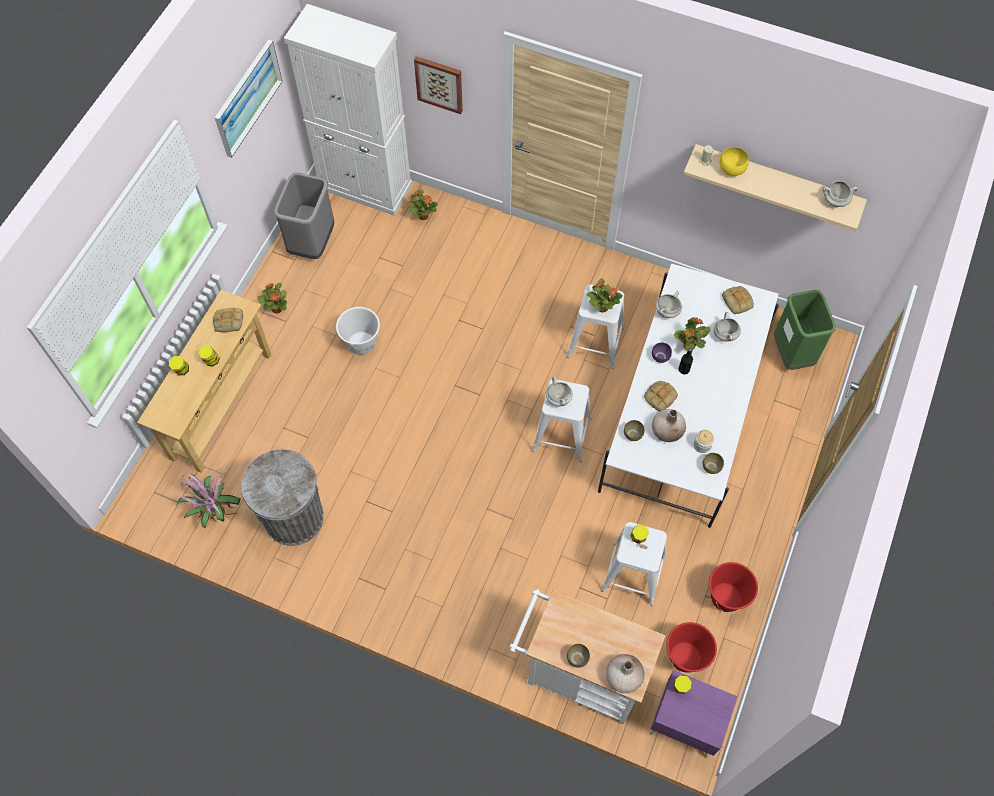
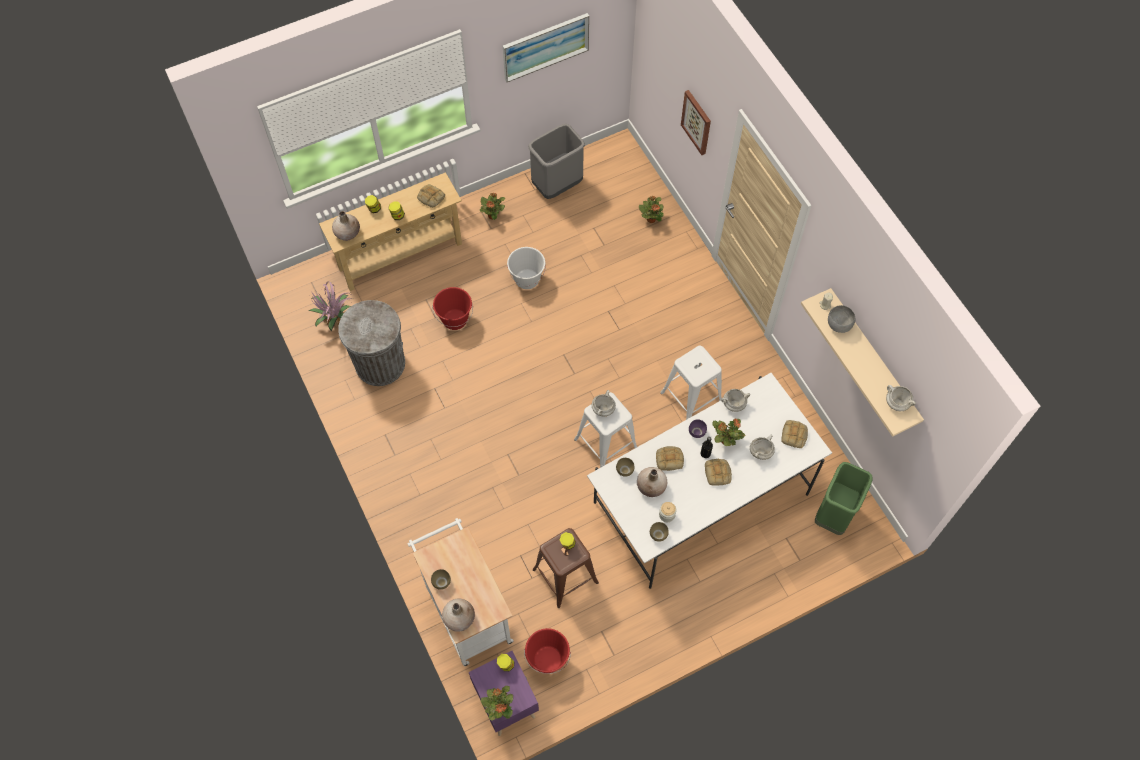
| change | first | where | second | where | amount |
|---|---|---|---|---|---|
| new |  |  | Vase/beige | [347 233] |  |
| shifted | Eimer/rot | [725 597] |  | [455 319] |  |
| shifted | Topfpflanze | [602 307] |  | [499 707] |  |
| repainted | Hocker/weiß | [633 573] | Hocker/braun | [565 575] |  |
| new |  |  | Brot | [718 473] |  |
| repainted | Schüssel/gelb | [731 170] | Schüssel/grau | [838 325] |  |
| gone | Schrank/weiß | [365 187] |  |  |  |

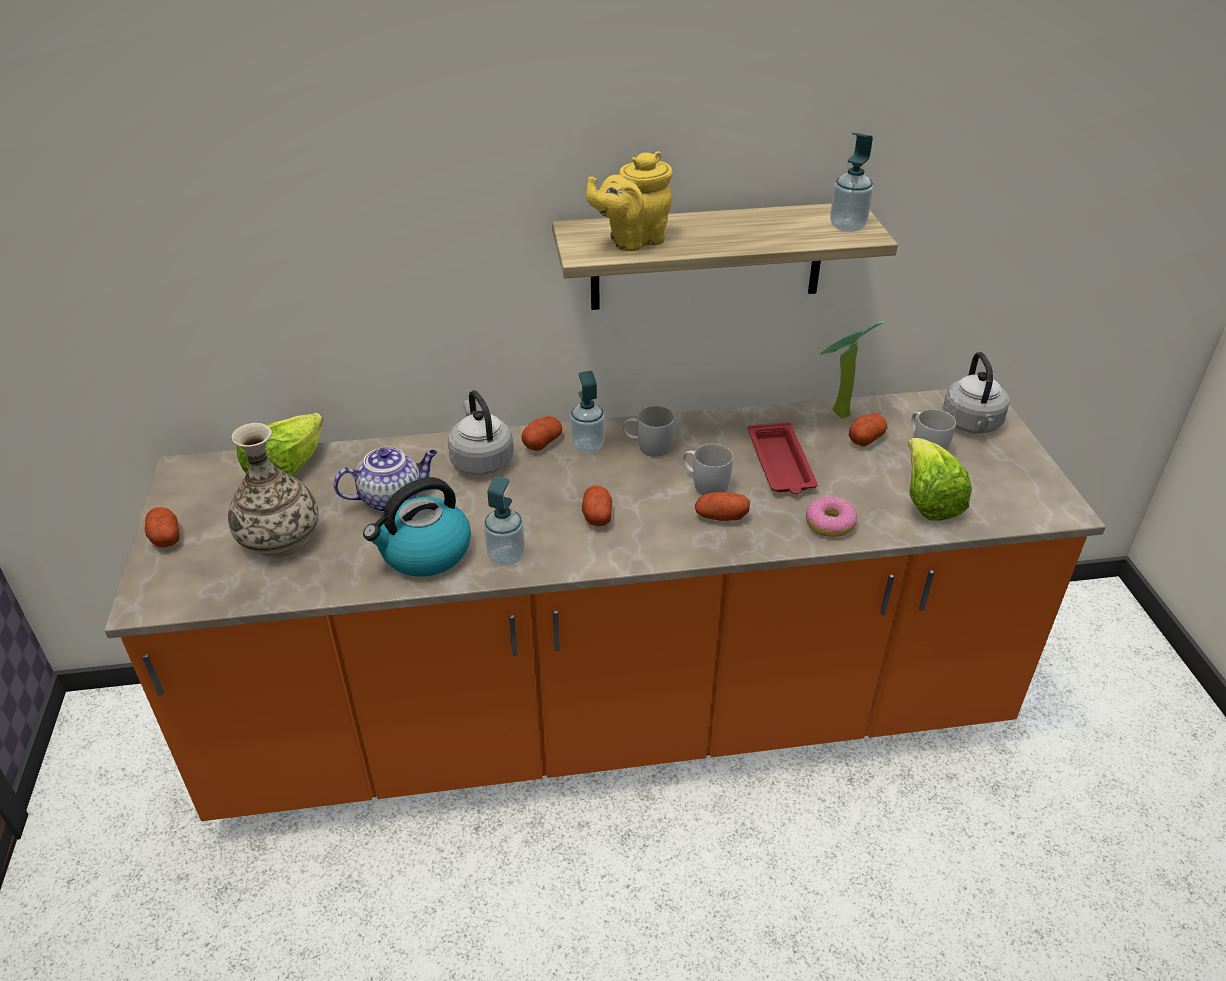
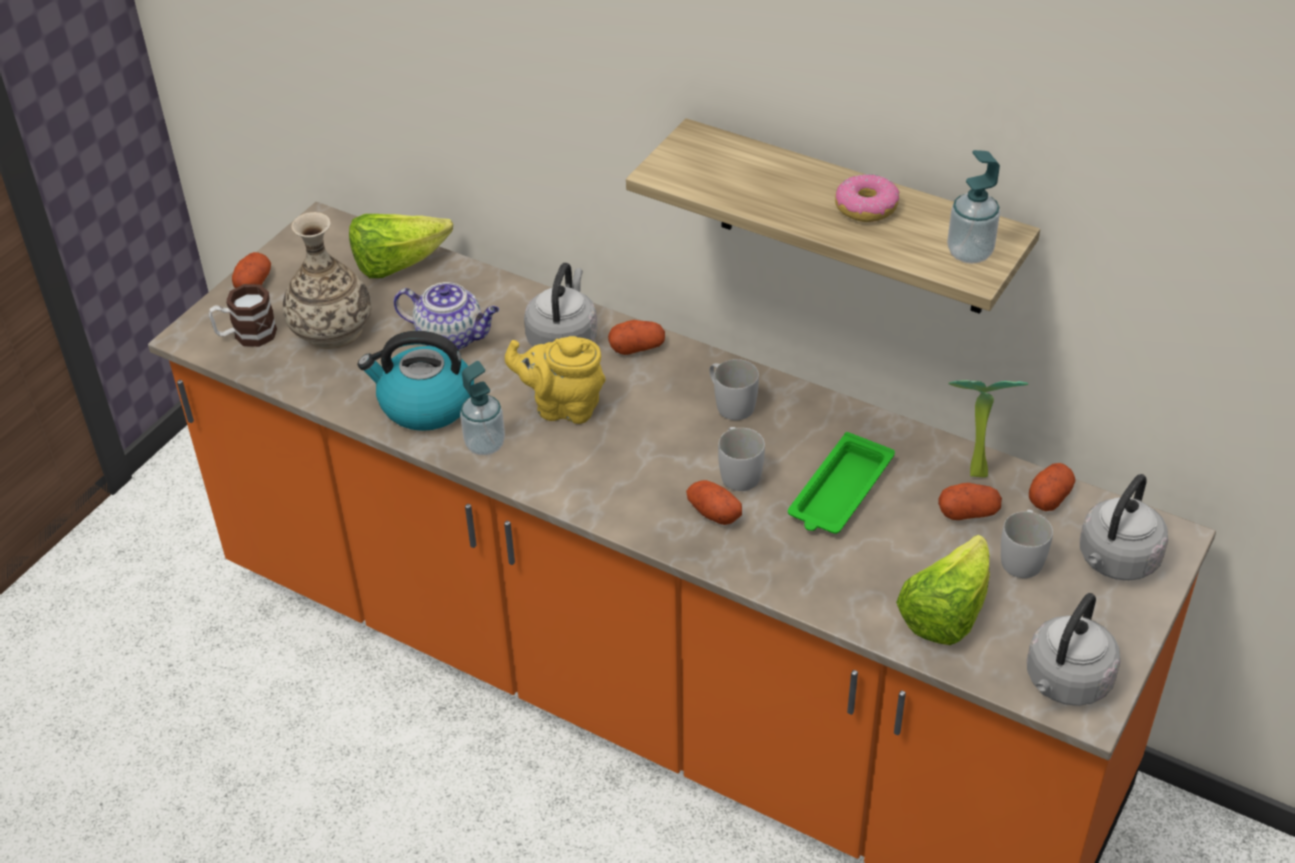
| change | first | where | second | where | amount |
|---|---|---|---|---|---|
| new |  |  | Henkelbecher | [246 335] |  |
| shifted | Teekanne/gelb | [632 241] |  | [563 407] |  |
| repainted | Tablett/rot | [781 465] | Tablett/grün | [839 492] |  |
| shifted | Donut | [829 523] |  | [866 207] |  |
| new |  |  | Wasserkessel/grau | [1065 683] |  |
| shifted | Kartoffel | [597 515] |  | [1049 497] |  |
| gone | Seifenspender | [587 446] |  |  |  |

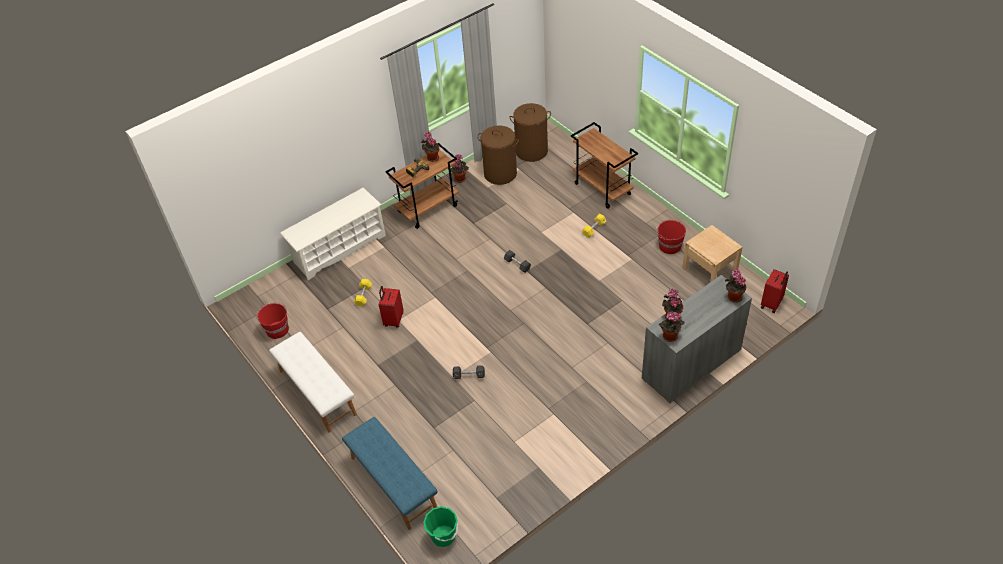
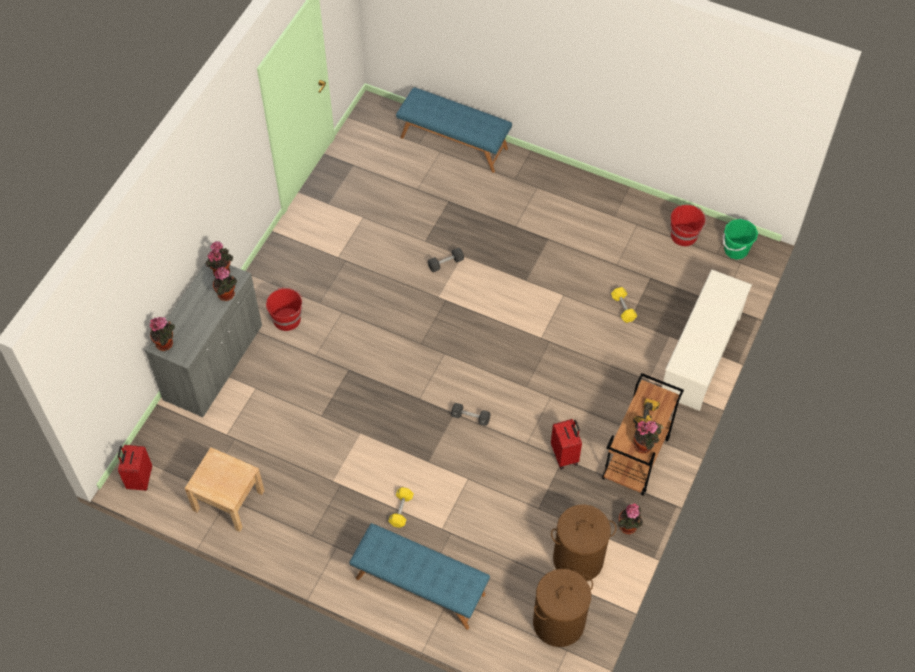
| change | first | where | second | where | amount |
|---|---|---|---|---|---|
| shifted | Eimer/rot | [669 246] |  | [287 319] |  |
| swapped | Rollwagen/braun | [603 189] | Bank/blau | [419 587] |  |
| shifted | Koffer/rot | [393 320] |  | [565 455] |  |
| shifted | Eimer/grün | [443 536] |  | [735 250] |  |
| gone | Bank/weiß | [317 392] |  |  |  |

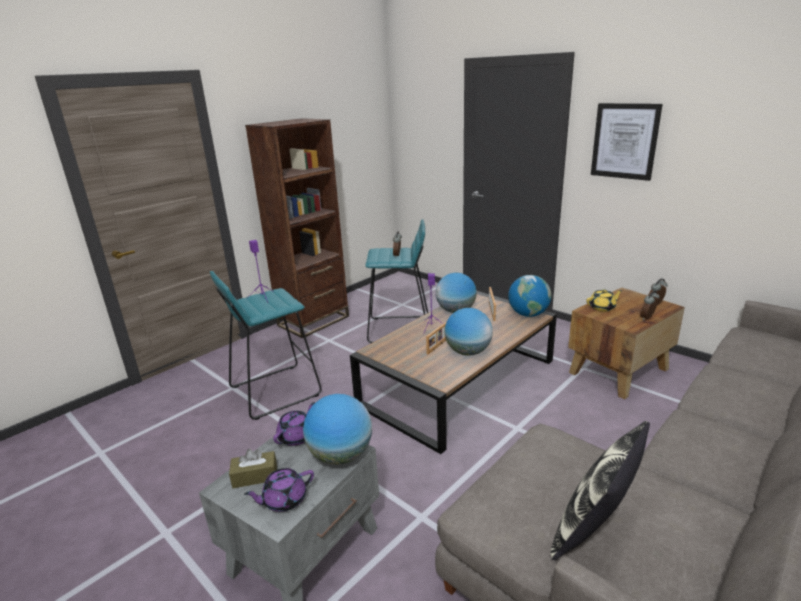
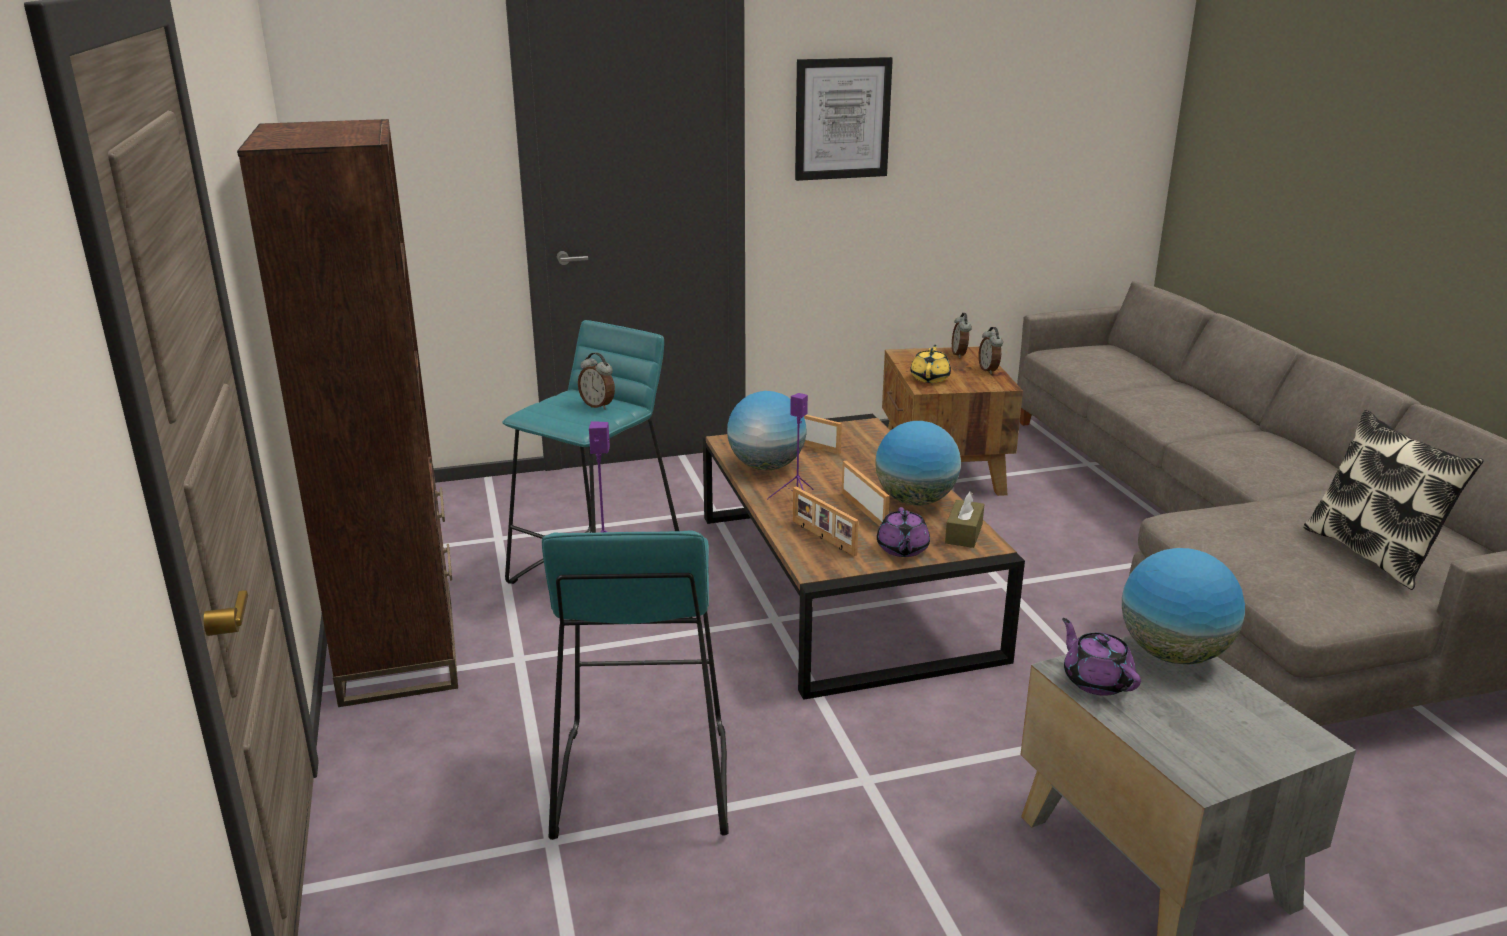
| change | first | where | second | where | amount |
|---|---|---|---|---|---|
| new |  |  | Bilderrahmen | [822 538] |  |
| shifted | Teekanne/lila | [284 500] |  | [902 549] |  |
| shifted | Taschentuchbox/braun | [255 476] |  | [964 533] |  |
| gone | Globus | [528 314] |  |  |  |

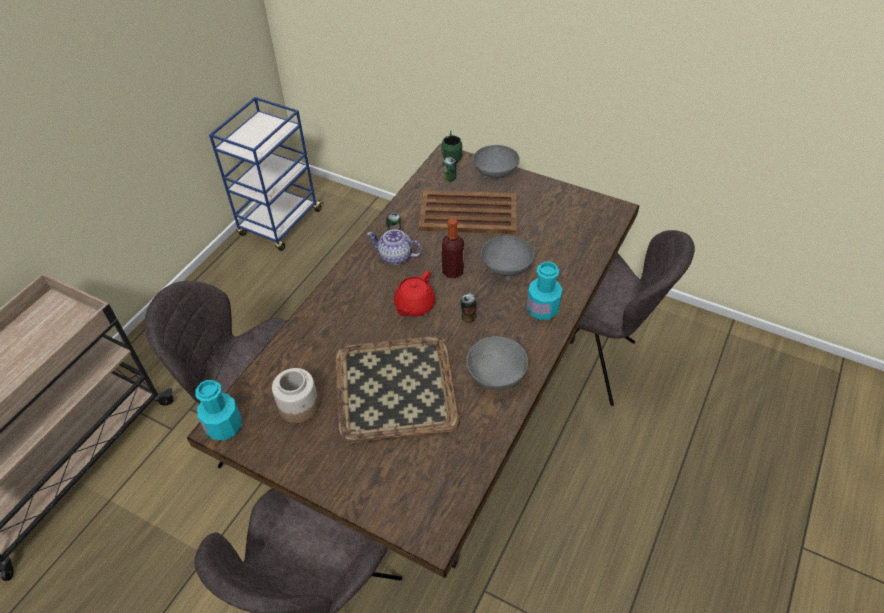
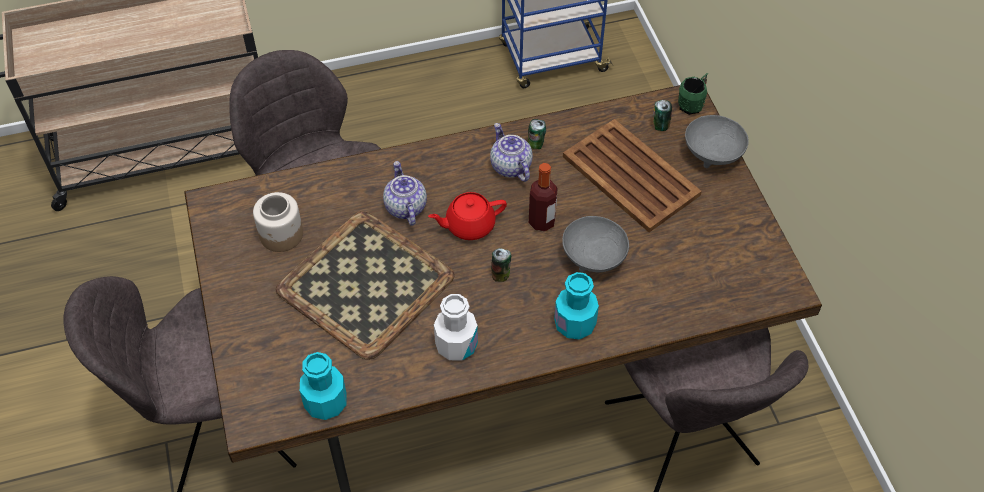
| change | first | where | second | where | amount |
|---|---|---|---|---|---|
| shifted | Flasche/türkis | [224 426] |  | [326 402] |  |
| new |  |  | Teekanne | [405 207] |  |
| swapped | Schüssel/grau | [496 375] | Flasche/weiß | [456 345] |  |

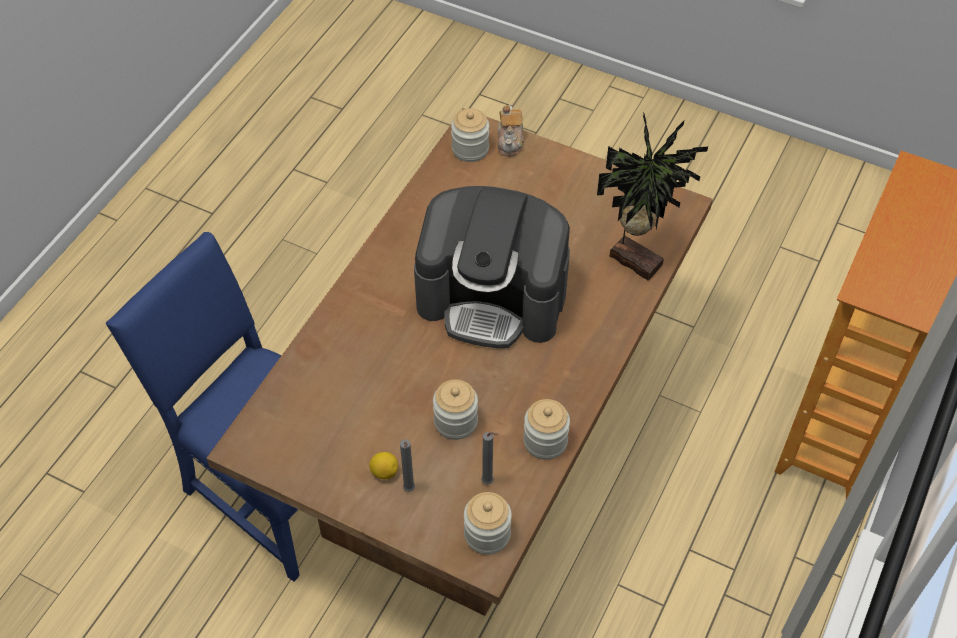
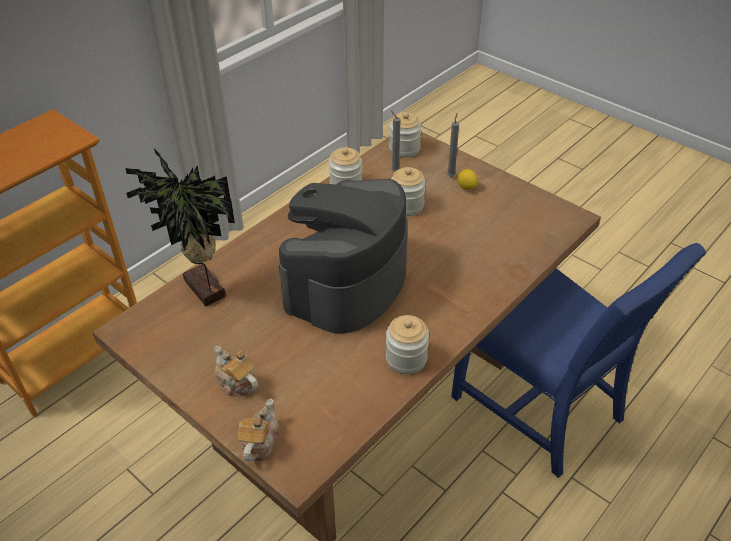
| change | first | where | second | where | amount |
|---|---|---|---|---|---|
| new |  |  | Teekanne | [236 382] |  |
| rotated | Kaffeemaschine | [493 297] |  | [346 283] | 90 degrees counterclockwise |
| shifted | Vorratsglas | [470 149] |  | [406 359] |  |

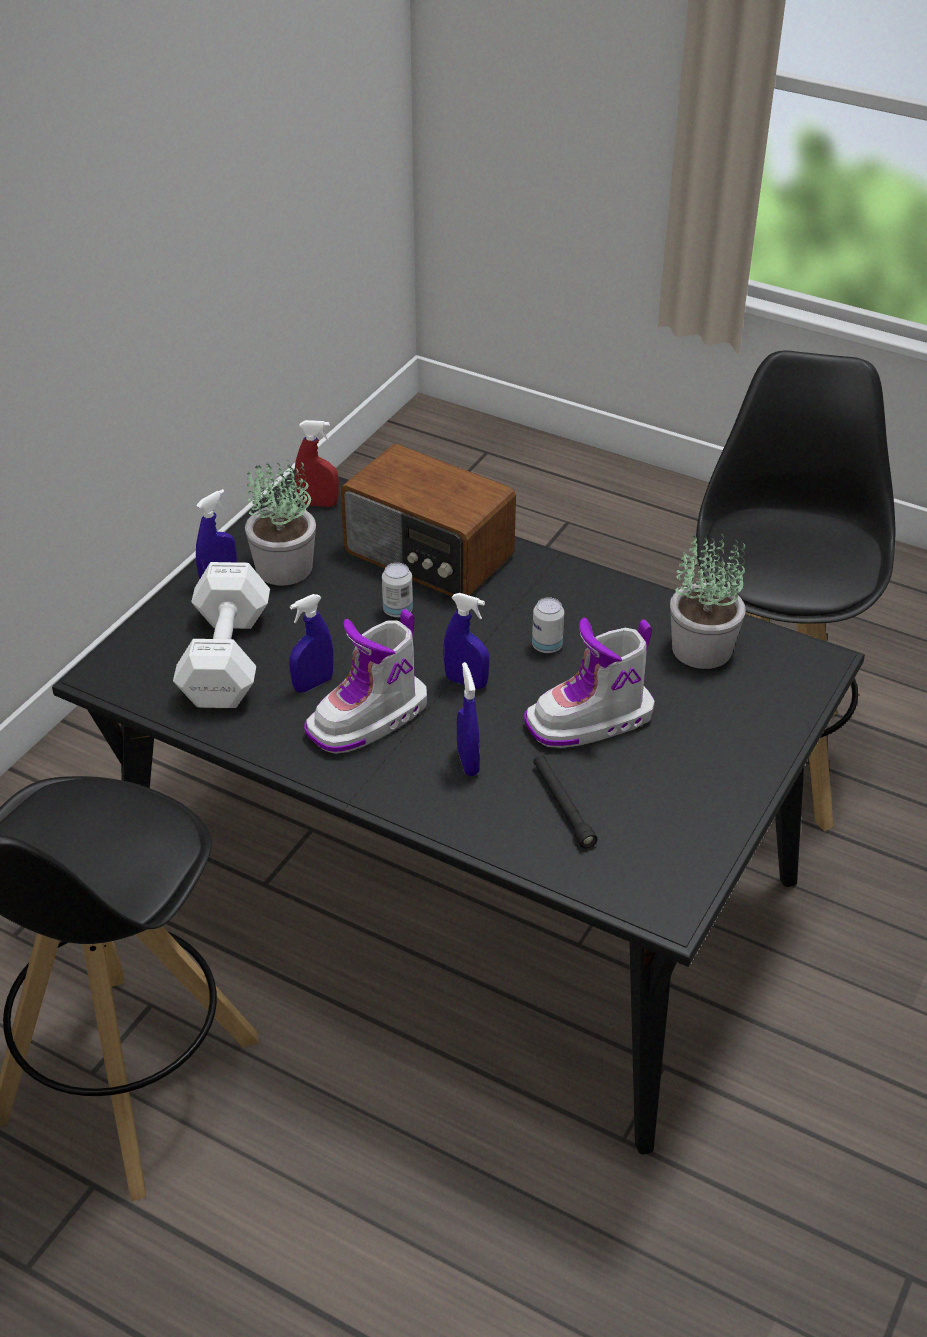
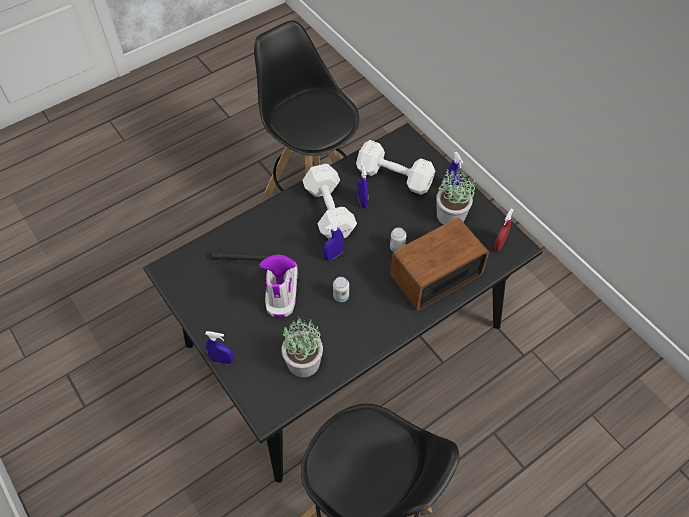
| change | first | where | second | where | amount |
|---|---|---|---|---|---|
| shifted | Sprühflasche/blau | [468 762] |  | [222 360] |  |
| swapped | Stiefel | [369 720] | Hantel/weiß | [329 212] |  |

